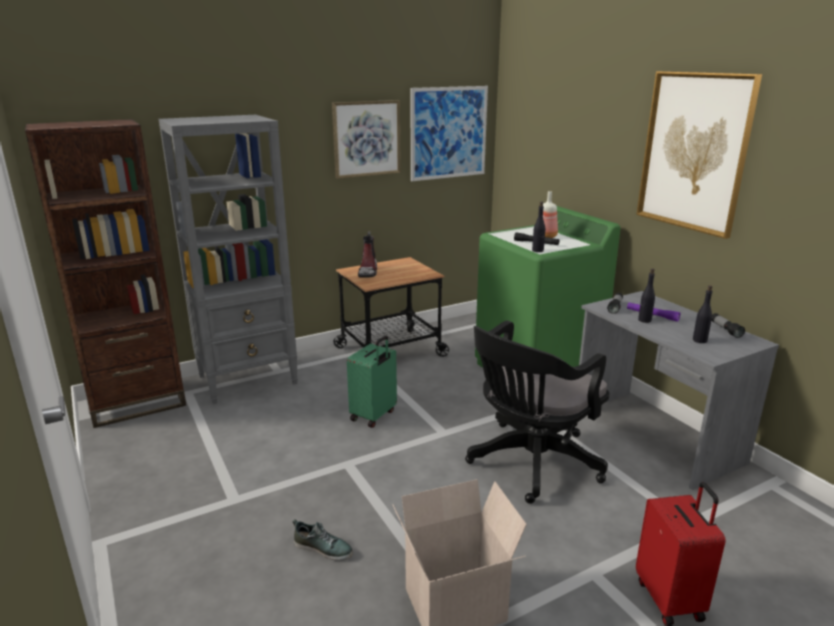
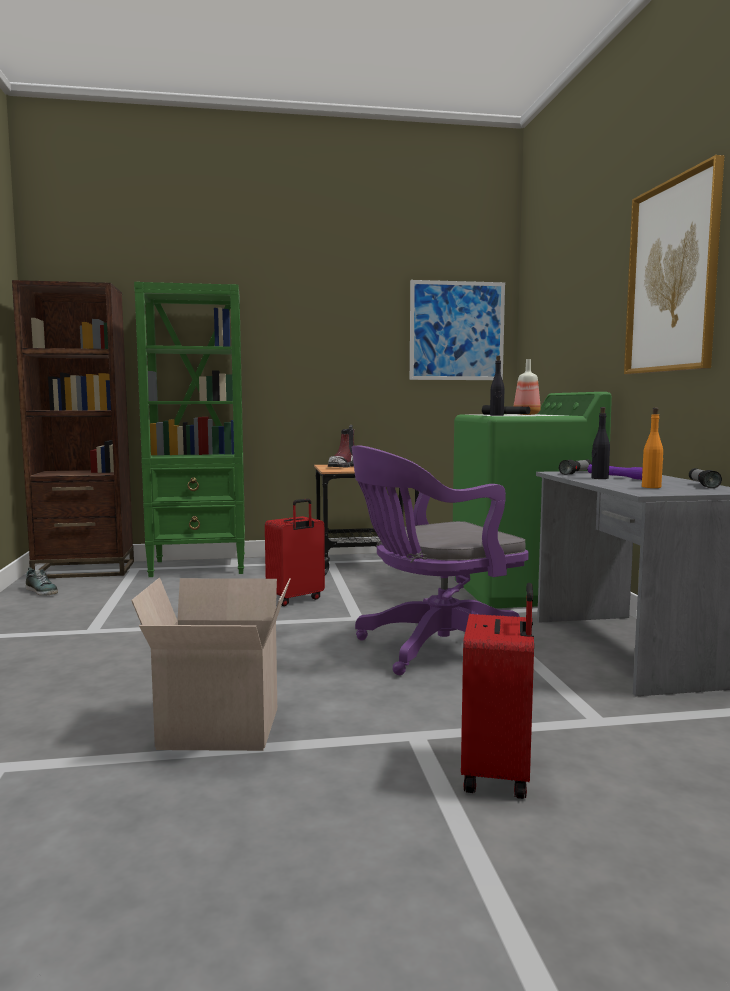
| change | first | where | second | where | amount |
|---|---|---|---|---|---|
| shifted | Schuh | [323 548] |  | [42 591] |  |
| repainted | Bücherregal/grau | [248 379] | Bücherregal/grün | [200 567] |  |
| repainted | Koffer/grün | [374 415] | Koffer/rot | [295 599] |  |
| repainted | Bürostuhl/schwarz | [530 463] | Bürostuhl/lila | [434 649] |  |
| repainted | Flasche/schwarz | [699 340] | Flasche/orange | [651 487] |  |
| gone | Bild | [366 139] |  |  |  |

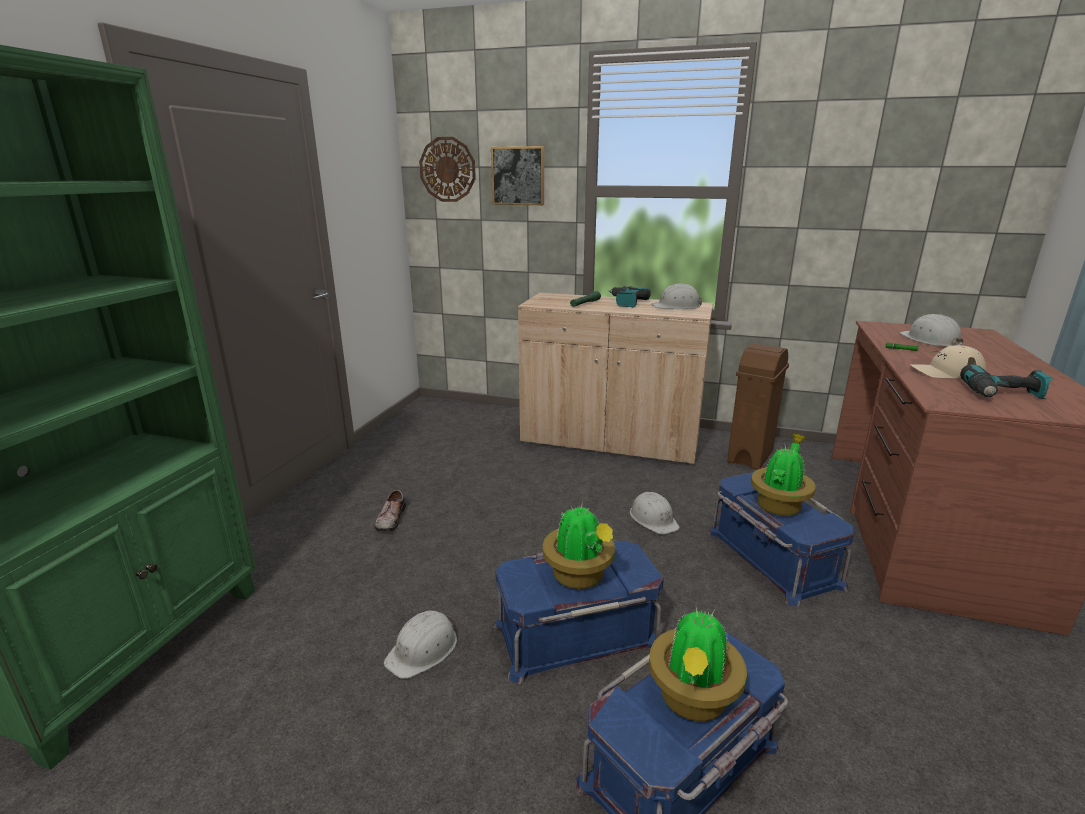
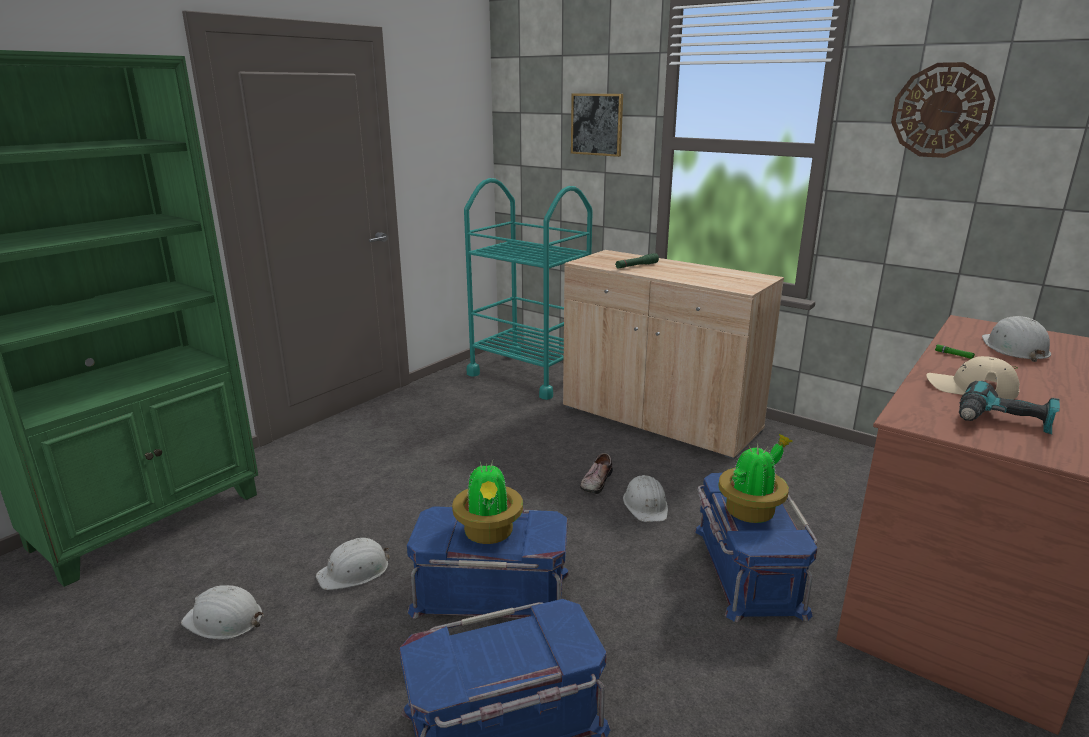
| change | first | where | second | where | amount |
|---|---|---|---|---|---|
| shifted | Schutzhelm/weiß | [677 306] |  | [224 620] |  |
| new |  |  | Rollwagen/türkis | [529 374] |  |
| shifted | Schuh | [390 519] |  | [595 481] |  |
| shifted | Wanduhr | [447 169] |  | [941 110] |  |
| gone | Bohrmaschine | [626 302] |  |  |  |
| gone | Topfpflanze | [692 699] |  |  |  |
| gone | Mülleimer/braun | [750 456] |  |  |  |

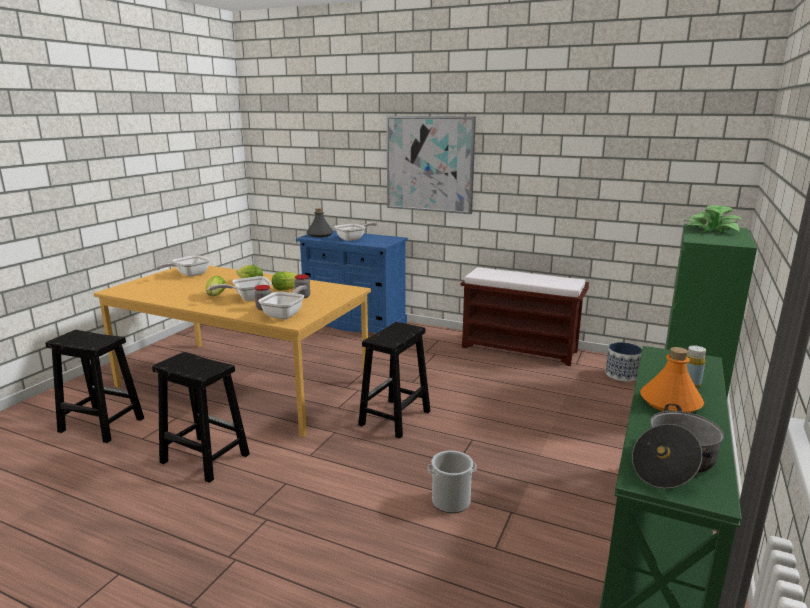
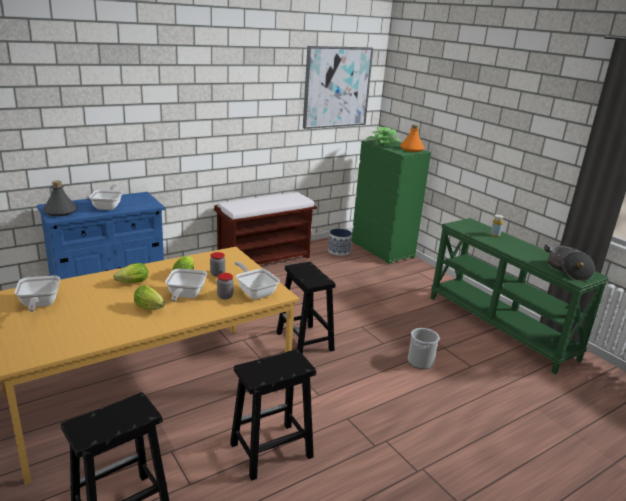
| change | first | where | second | where | amount |
|---|---|---|---|---|---|
| shifted | Bild | [429 164] |  | [337 87] |  |
| shifted | Flasche/orange | [670 402] |  | [411 149] |  |

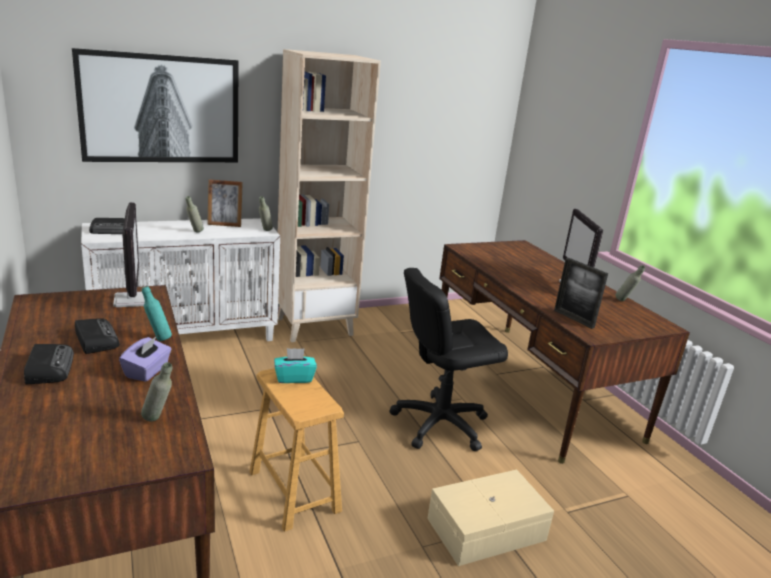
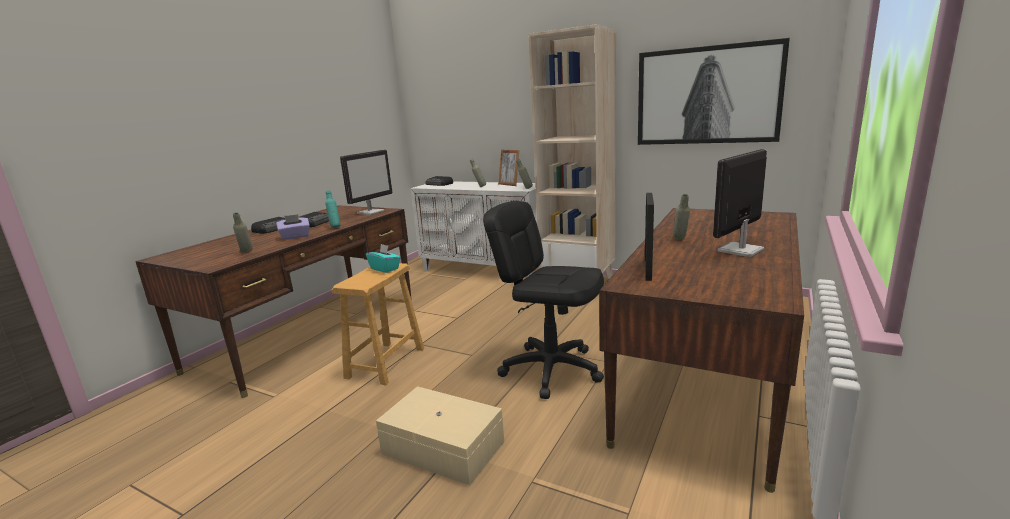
| change | first | where | second | where | amount |
|---|---|---|---|---|---|
| shifted | Bild | [161 109] |  | [707 95] |  |
| shifted | Flasche/grau | [624 301] |  | [680 240] |  |

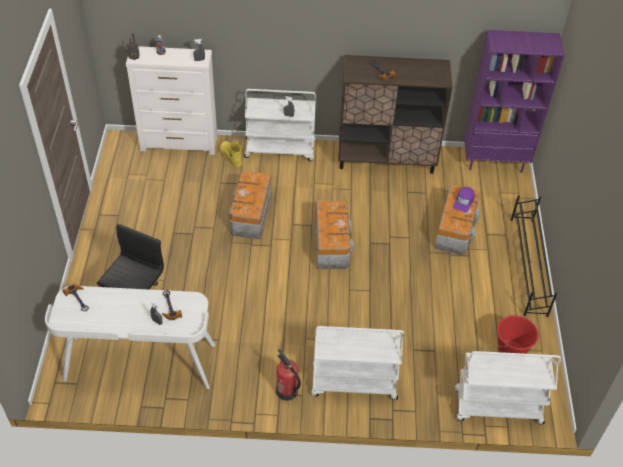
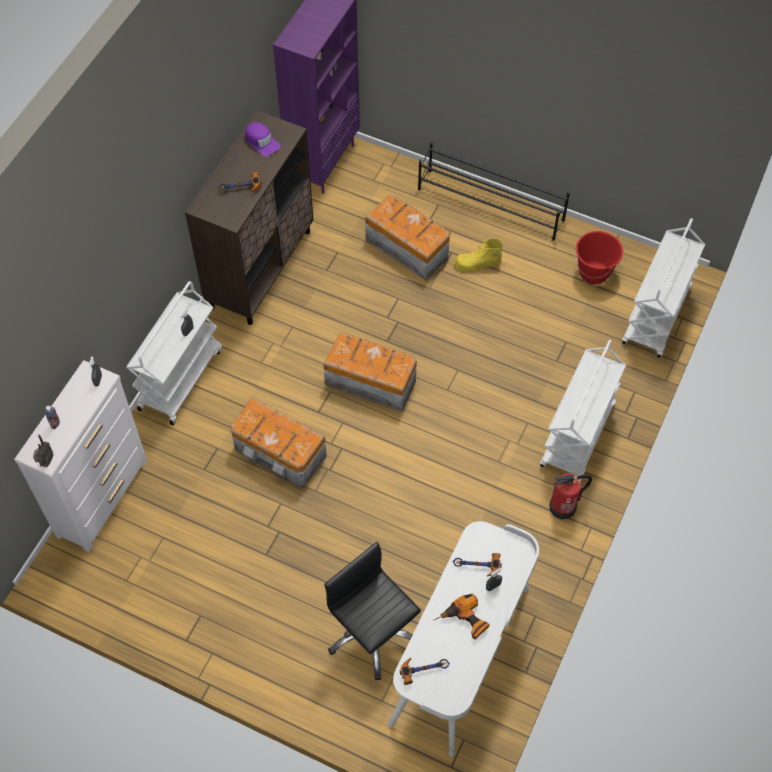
| change | first | where | second | where | amount |
|---|---|---|---|---|---|
| shifted | Kappe/lila | [464 201] |  | [261 141] |  |
| new |  |  | Bohrmaschine | [464 621] |  |
| shifted | Stiefel/gelb | [230 157] |  | [477 264] |  |

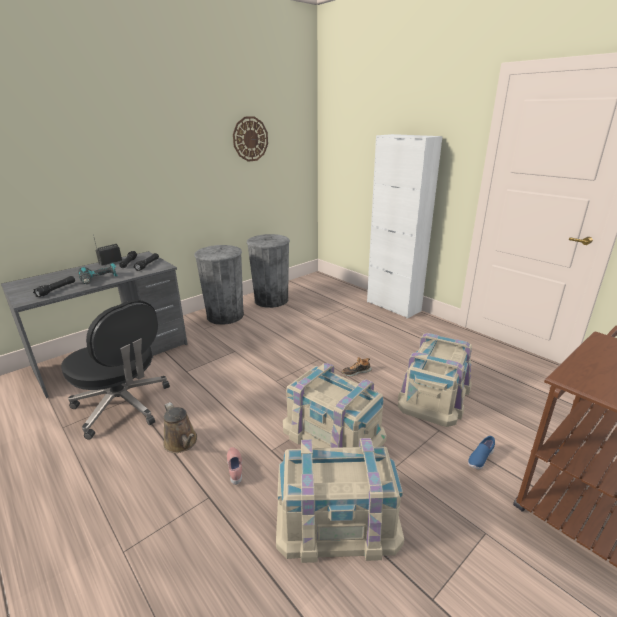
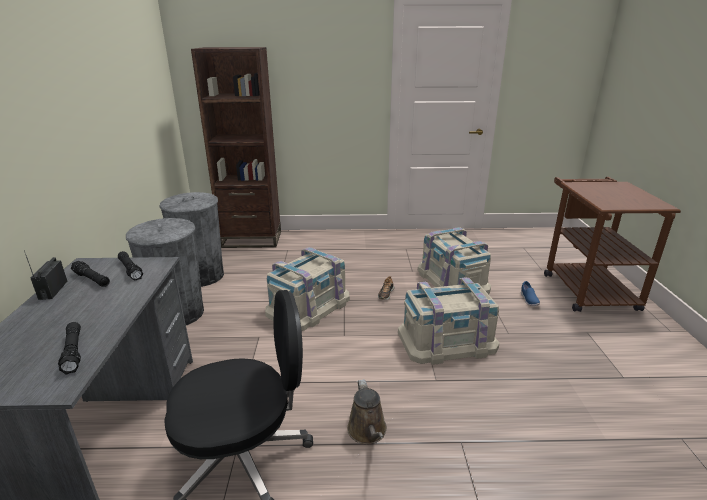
| change | first | where | second | where | amount |
|---|---|---|---|---|---|
| new |  |  | Bücherregal/braun | [251 239] |  |
| shifted | Aufbewahrungsbox/beige | [337 518] |  | [308 305] |  |
| rotated | Gießkanne/braun | [182 443] |  | [368 432] | 75 degrees clockwise |
| gone | Bohrmaschine | [99 279] |  |  |  |
| gone | Schuh/rosa | [235 469] |  |  |  |
| gone | Wanduhr | [250 139] |  |  |  |
| gone | Schrank/weiß | [393 306] |  |  |  |

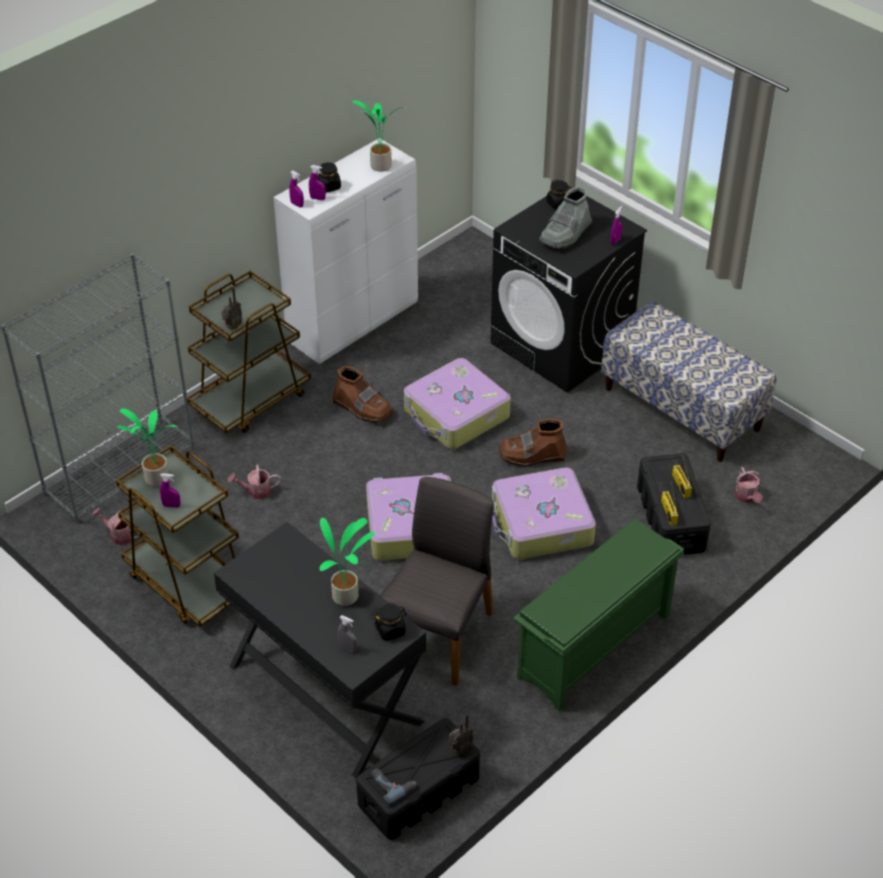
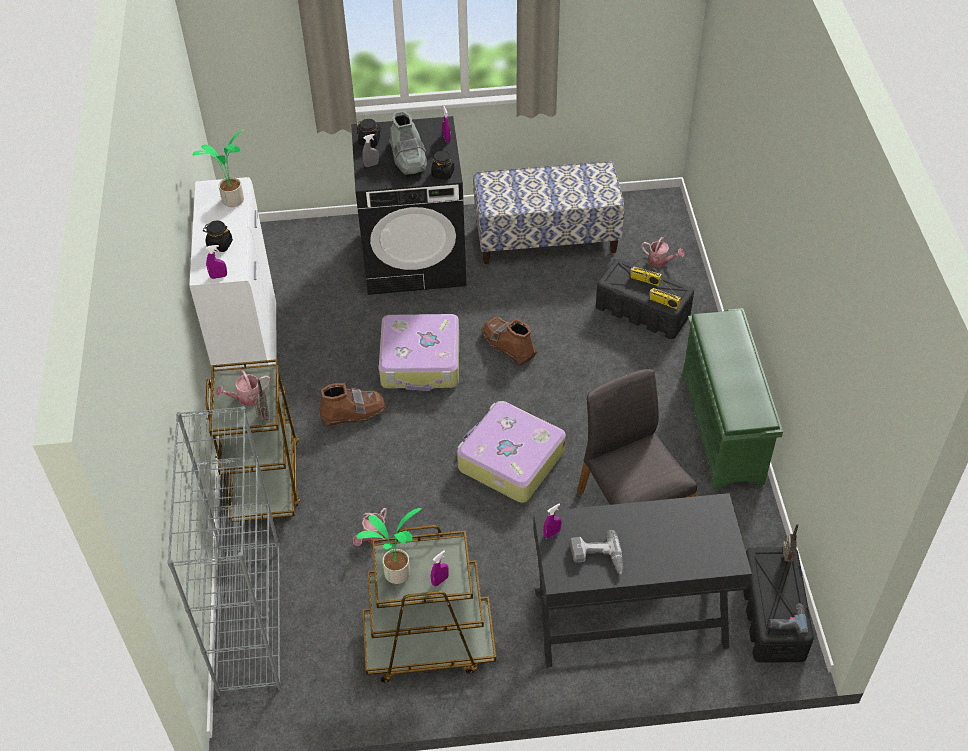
| change | first | where | second | where | amount |
|---|---|---|---|---|---|
| shifted | Gießkanne | [118 535] |  | [246 398] |  |
| shifted | Sprühflasche/grau | [348 648] |  | [371 165] |  |
| shifted | Vorratsglas/schwarz | [391 630] |  | [443 173] |  |
| rotated | Stiefel/braun | [532 455] |  | [508 345] | 105 degrees clockwise |
| shifted | Sprühflasche/lila | [317 198] |  | [552 533] |  |
| new |  |  | Bohrmaschine | [597 558] |  |
| gone | Topfpflanze | [347 597] |  |  |  |
| gone | Koffer | [541 524] |  |  |  |

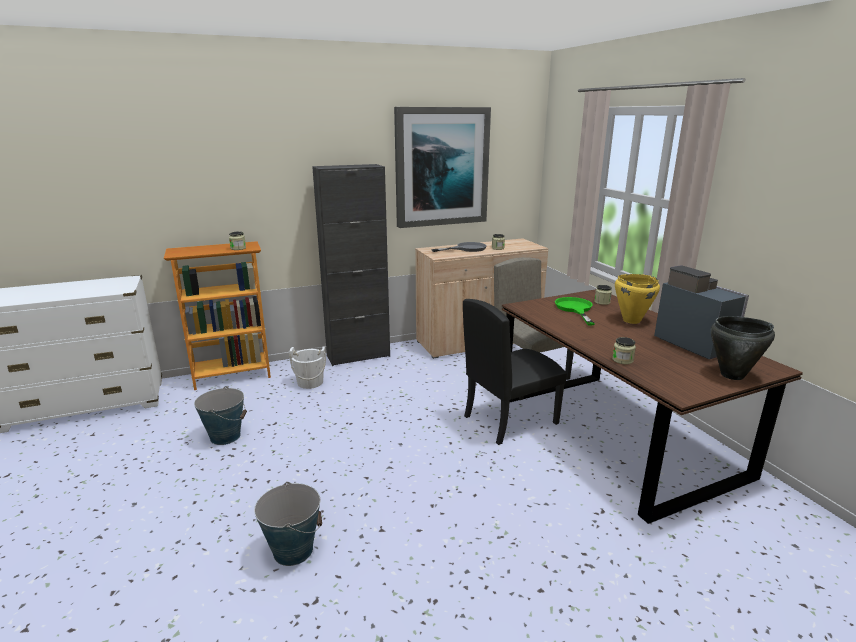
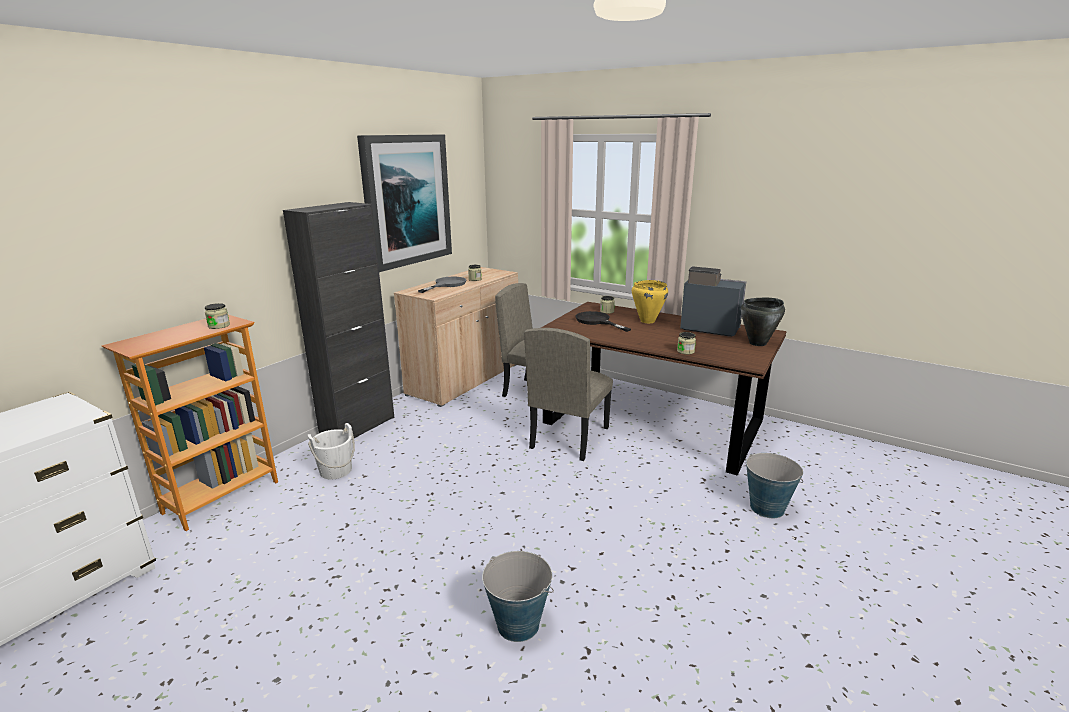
| change | first | where | second | where | amount |
|---|---|---|---|---|---|
| repainted | Stuhl/schwarz | [510 419] | Stuhl/beige | [569 437] |  |
| repainted | Pfanne/grün | [575 309] | Pfanne/schwarz | [597 321] |  |
| shifted | Eimer | [225 436] |  | [766 508] |  |

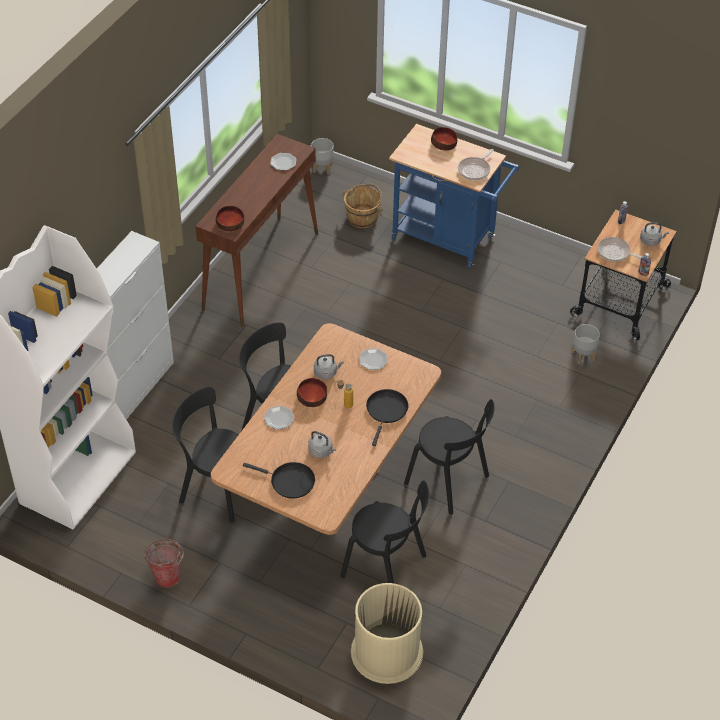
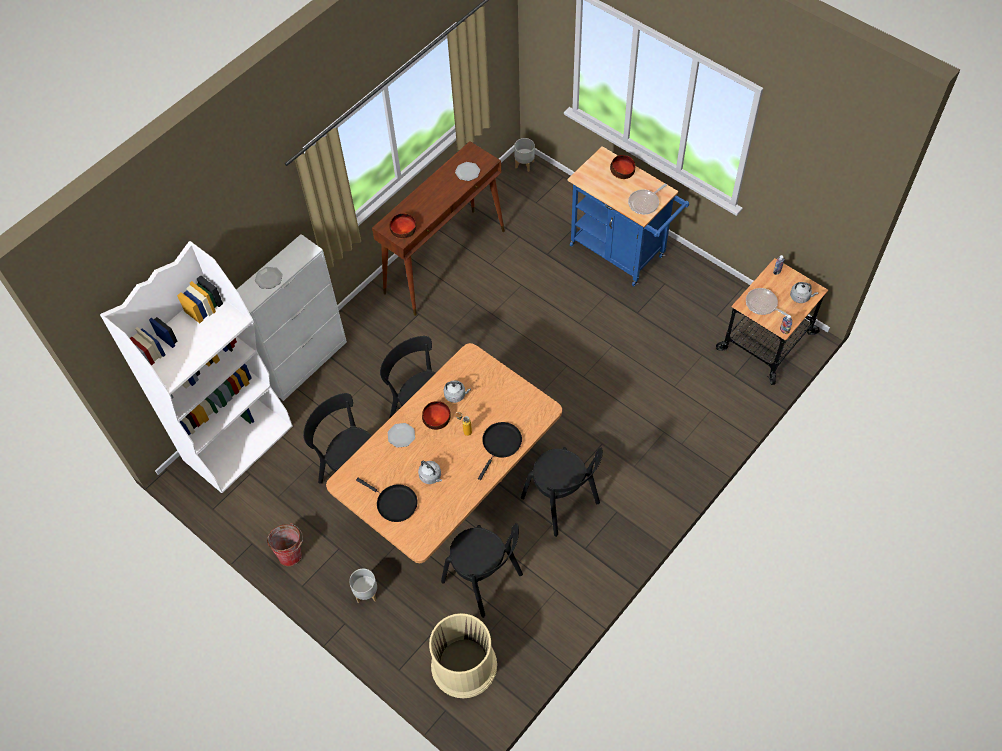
| change | first | where | second | where | amount |
|---|---|---|---|---|---|
| shifted | Teller | [373 360] |  | [268 278] |  |
| shifted | Pflanzkübel/grau | [582 356] |  | [366 593] |  |
| gone | Eimer/braun | [362 217] |  |  |  |

